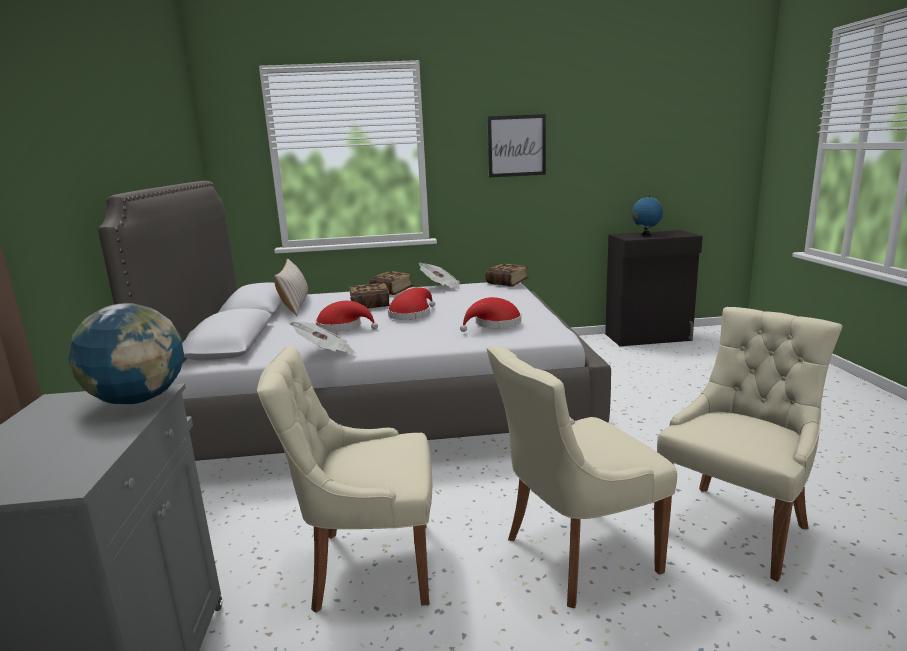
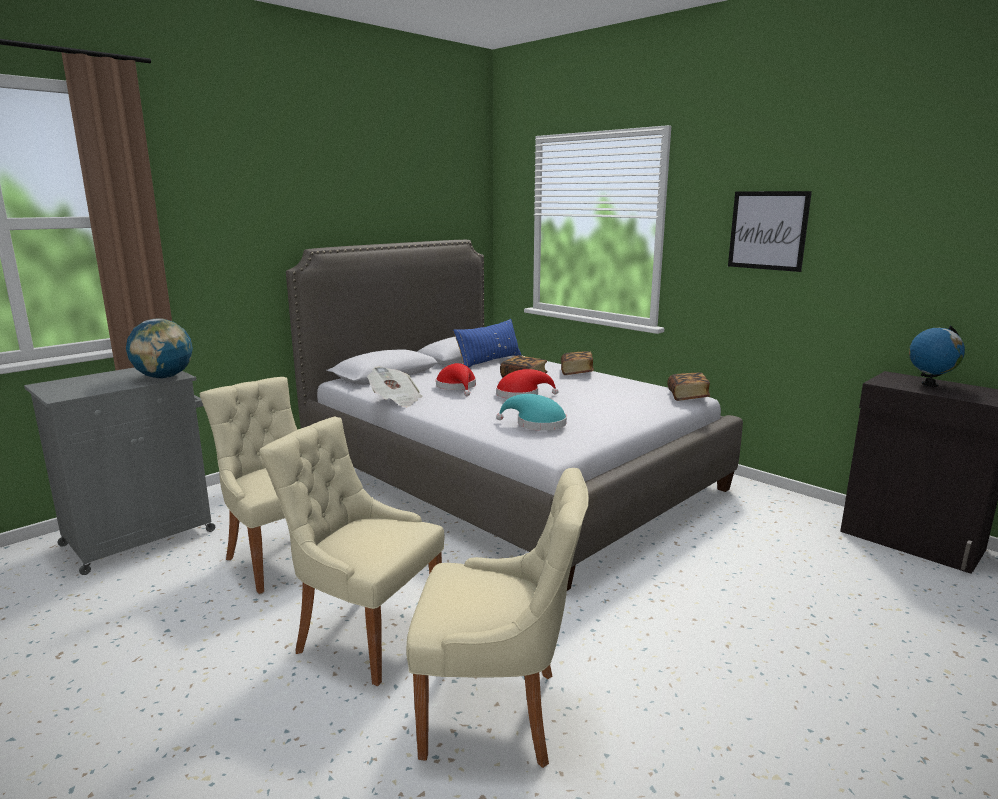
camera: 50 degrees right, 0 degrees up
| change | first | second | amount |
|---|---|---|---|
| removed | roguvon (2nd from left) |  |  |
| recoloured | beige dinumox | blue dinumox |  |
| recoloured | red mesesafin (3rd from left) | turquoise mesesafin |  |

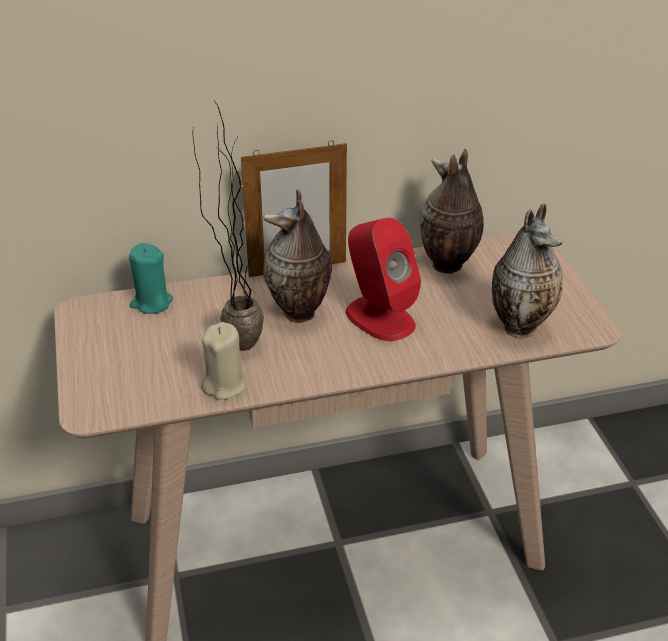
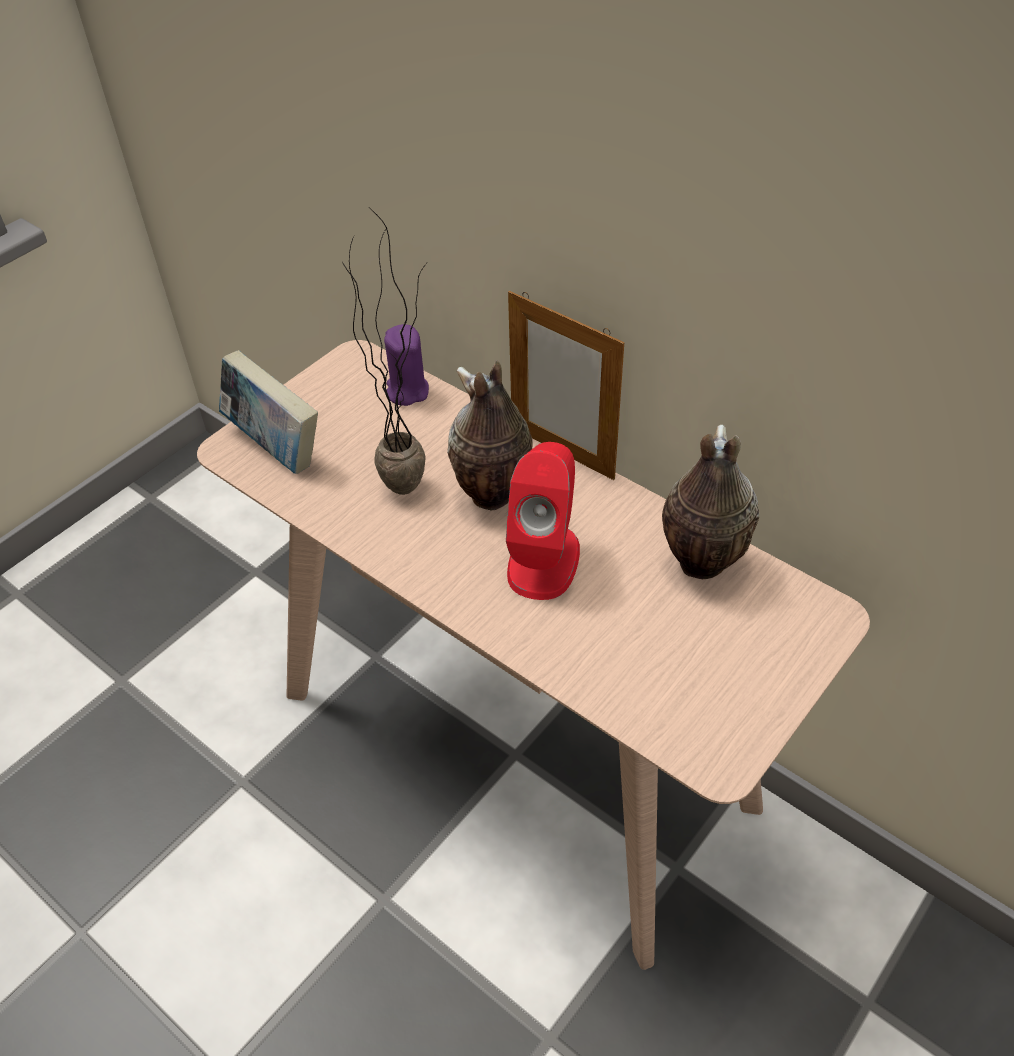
camera: 55 degrees right, 10 degrees up
| change | first | second | amount |
|---|---|---|---|
| removed | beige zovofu |  |  |
| removed | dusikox (3rd from left) |  |  |
| added |  | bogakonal |  |
| recoloured | turquoise zovofu | purple zovofu |  |

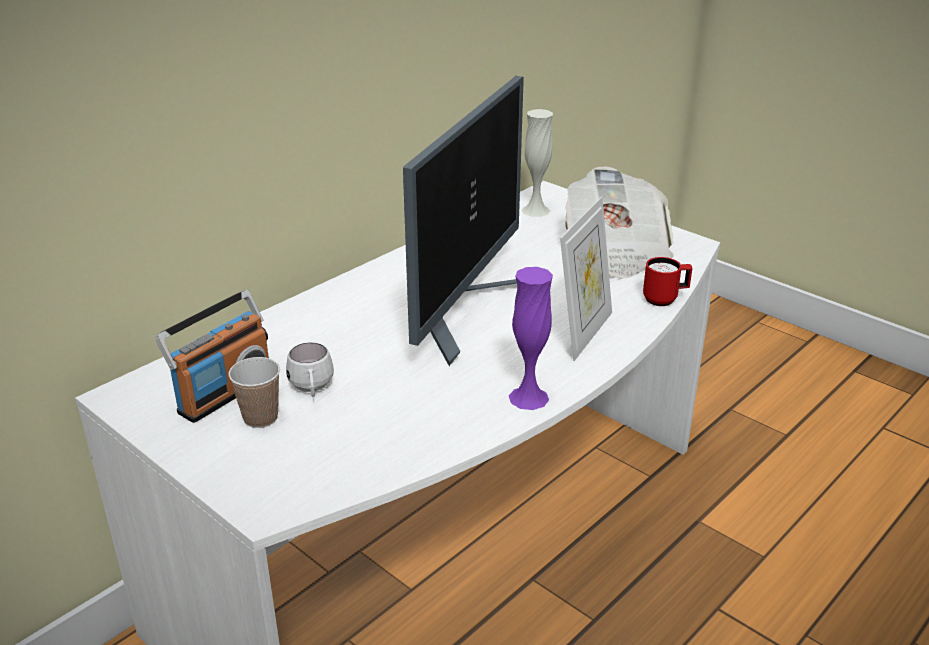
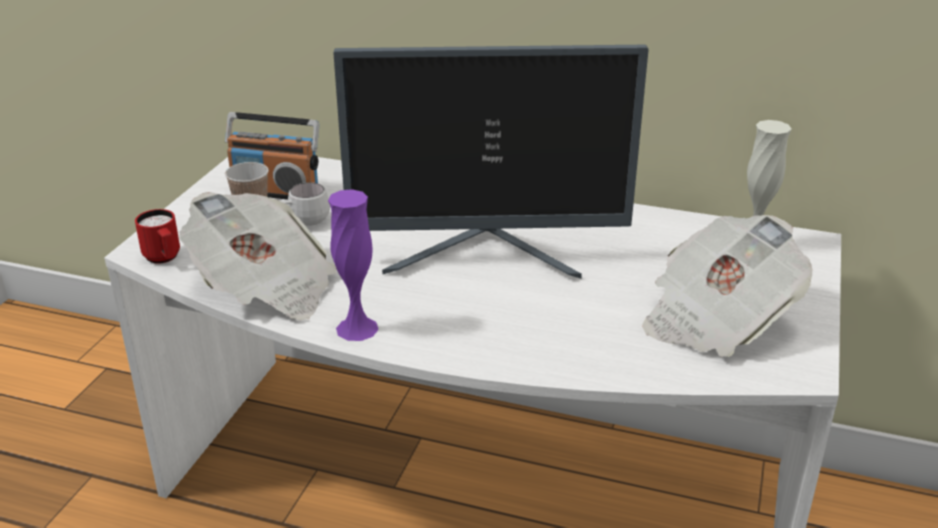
camera: 65 degrees right, 0 degrees up
| change | first | second | amount |
|---|---|---|---|
| removed | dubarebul |  |  |
| added |  | roguvon (1st from left) |  |
| moved | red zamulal |  |  |

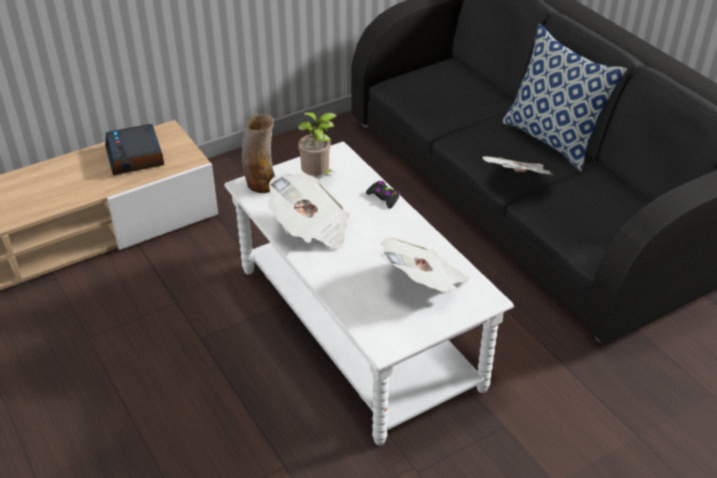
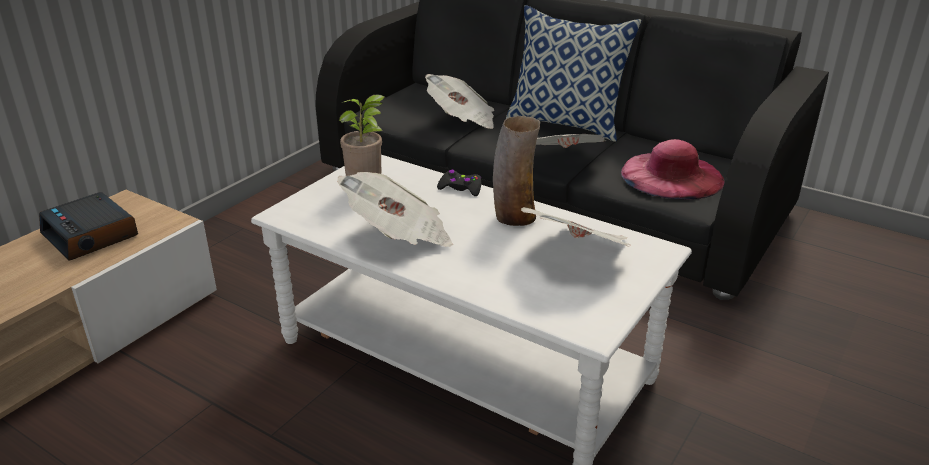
camera: 25 degrees left, 10 degrees down
| change | first | second | amount |
|---|---|---|---|
| added |  | roguvon (2nd from left) |  |
| added |  | pink mesesafin |  |
| moved | dusikox |  |  |

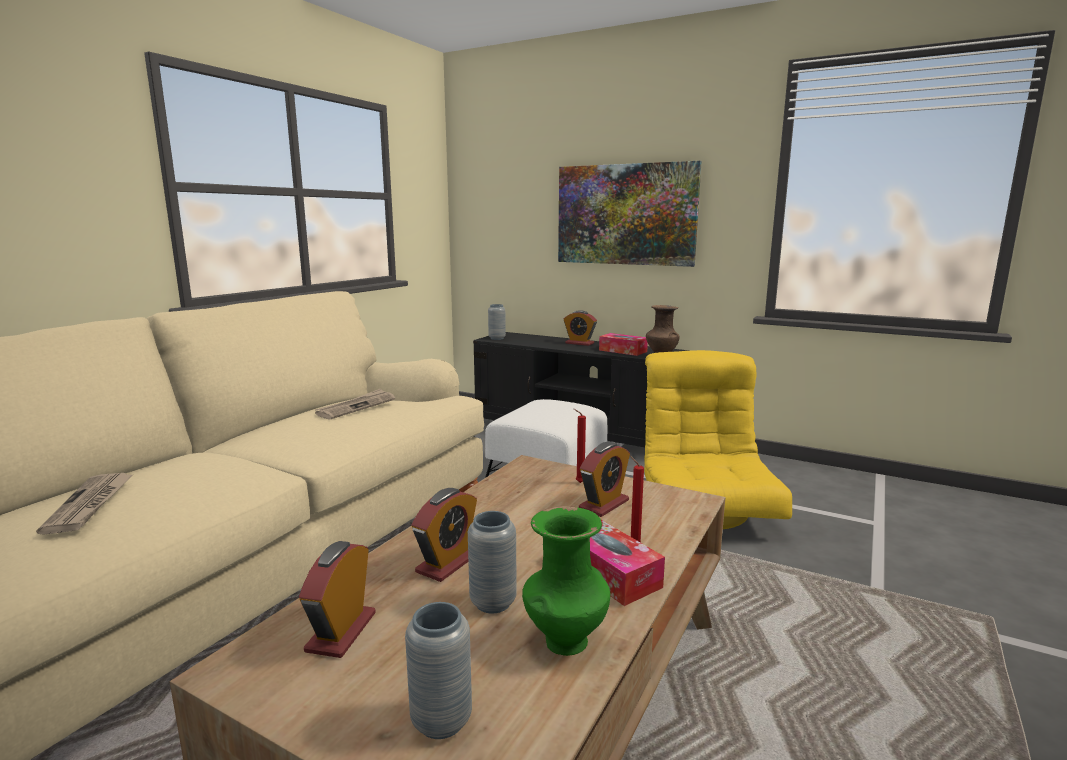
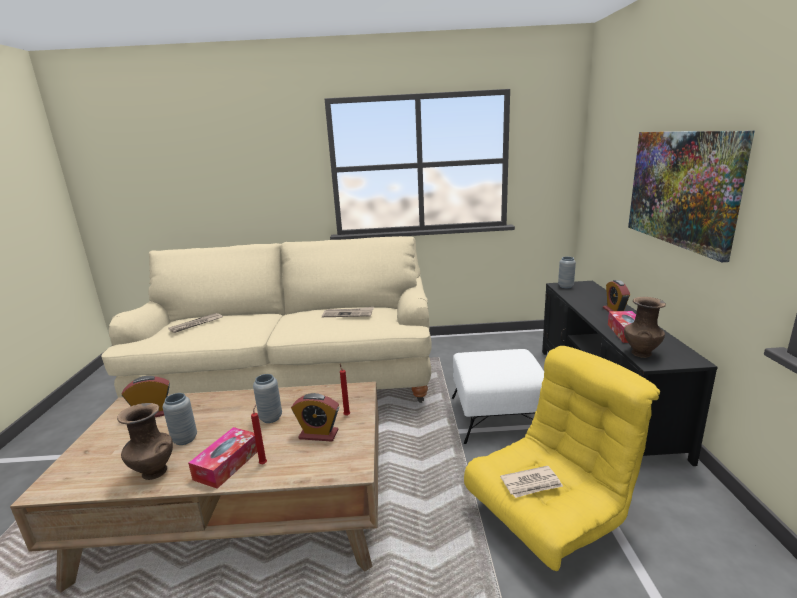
camera: 60 degrees right, 5 degrees up
| change | first | second | amount |
|---|---|---|---|
| removed | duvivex (2nd from left) |  |  |
| added |  | roguvon (3rd from left) |  |
| moved | grey dusikox (1st from left in the first image) | grey dusikox (2nd from left) |  |
| recoloured | green dusikox | brown dusikox (1st from left) |  |

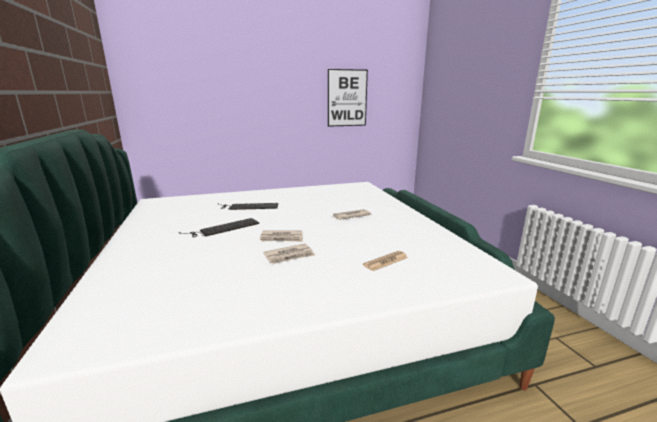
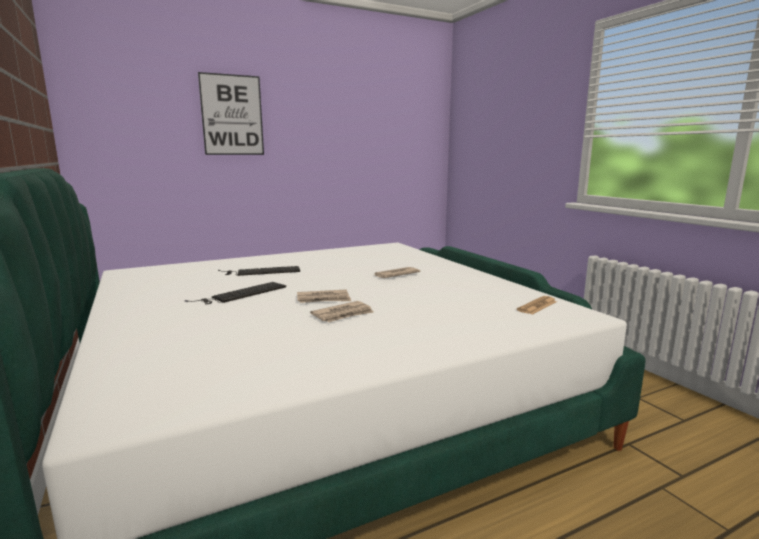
camera: 10 degrees left, 5 degrees down
| change | first | second | amount |
|---|---|---|---|
| moved | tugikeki |  |  |
| moved | roguvon (4th from left) |  |  |

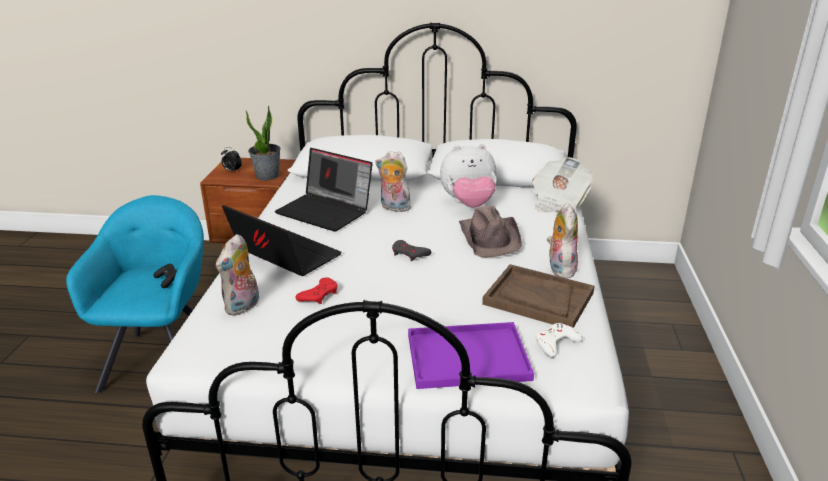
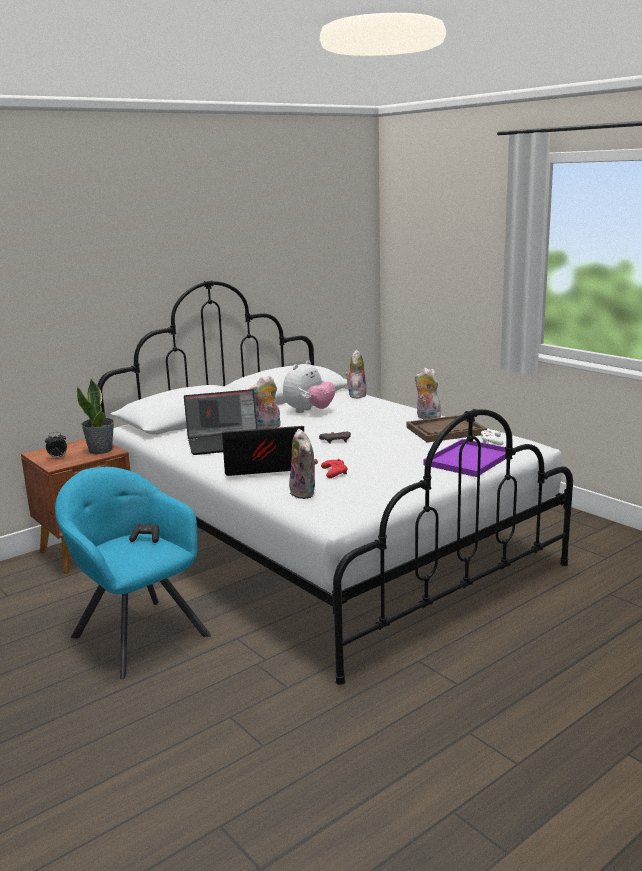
camera: 45 degrees left, 10 degrees down
| change | first | second | amount |
|---|---|---|---|
| removed | brown mesesafin |  |  |
| replaced | roguvon | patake (4th from left) |  |

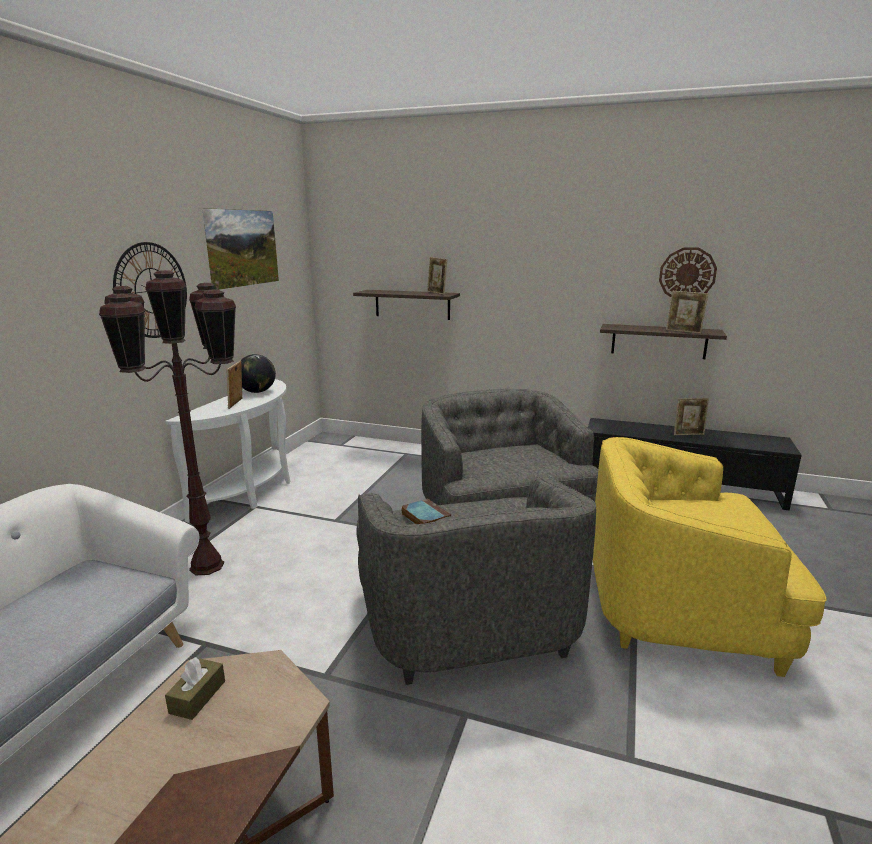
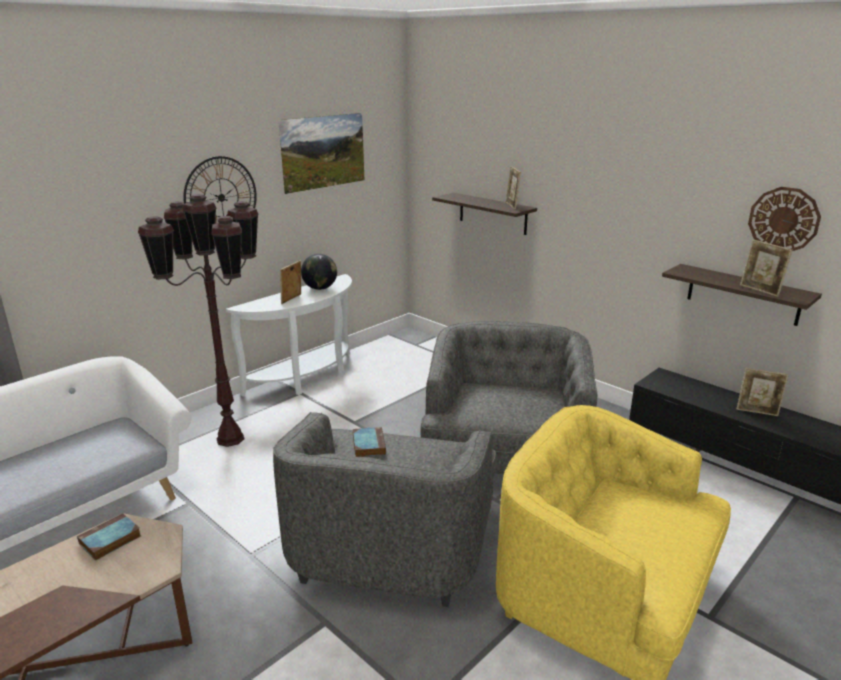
camera: 25 degrees right, 5 degrees up
| change | first | second | amount |
|---|---|---|---|
| replaced | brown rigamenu | bogakonal (1st from left) |  |

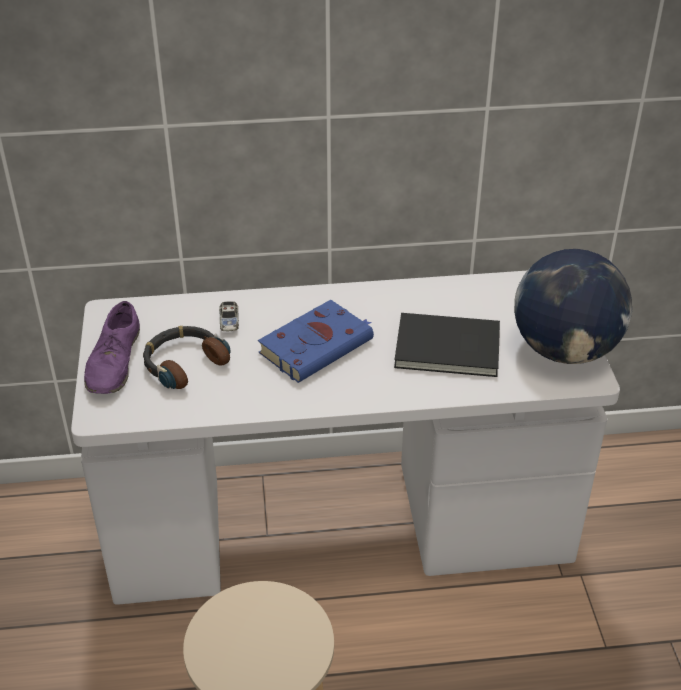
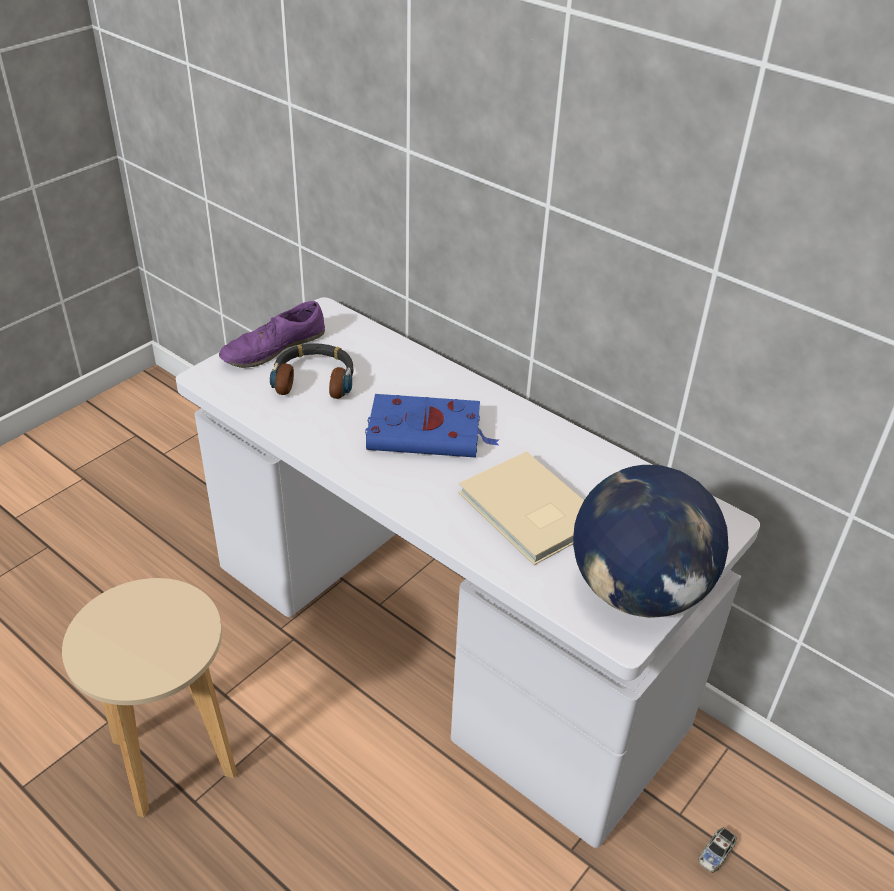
camera: 45 degrees right, 0 degrees up
| change | first | second | amount |
|---|---|---|---|
| moved | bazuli |  |  |
| recoloured | black bogakonal | beige bogakonal |  |

